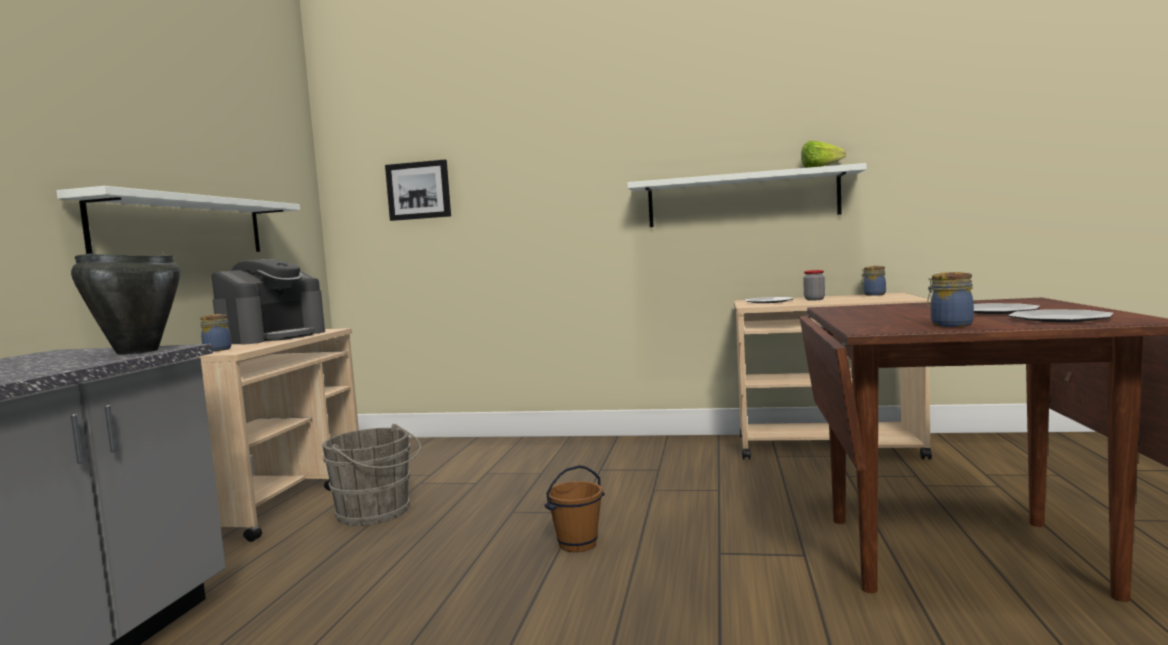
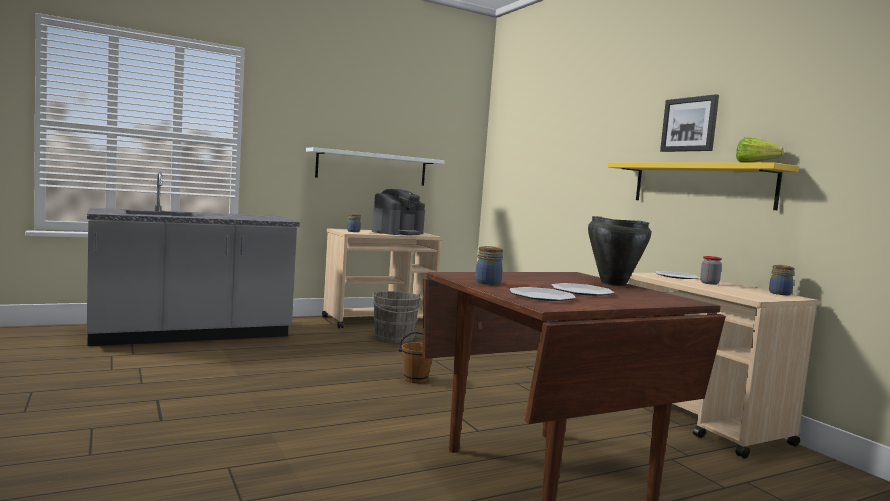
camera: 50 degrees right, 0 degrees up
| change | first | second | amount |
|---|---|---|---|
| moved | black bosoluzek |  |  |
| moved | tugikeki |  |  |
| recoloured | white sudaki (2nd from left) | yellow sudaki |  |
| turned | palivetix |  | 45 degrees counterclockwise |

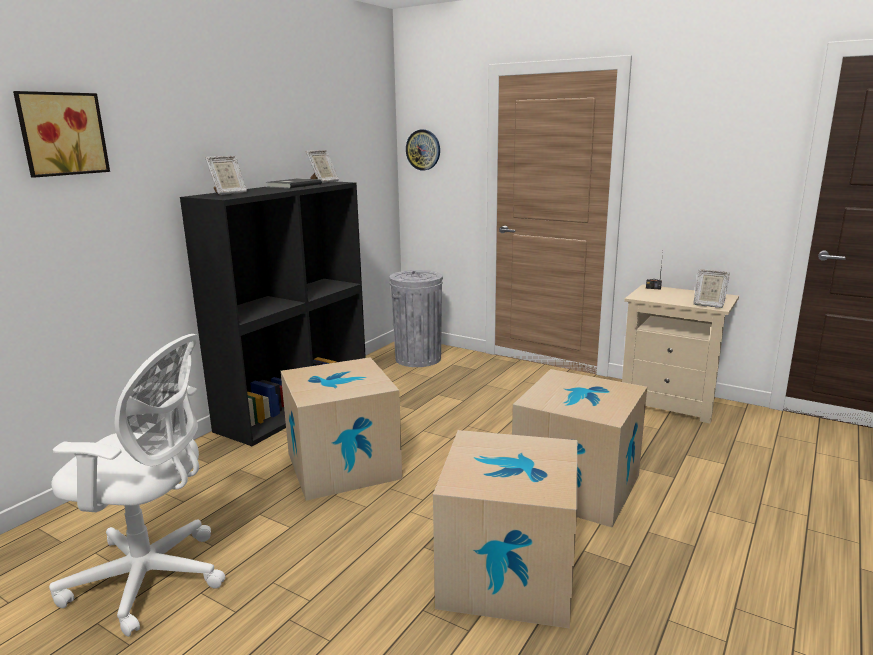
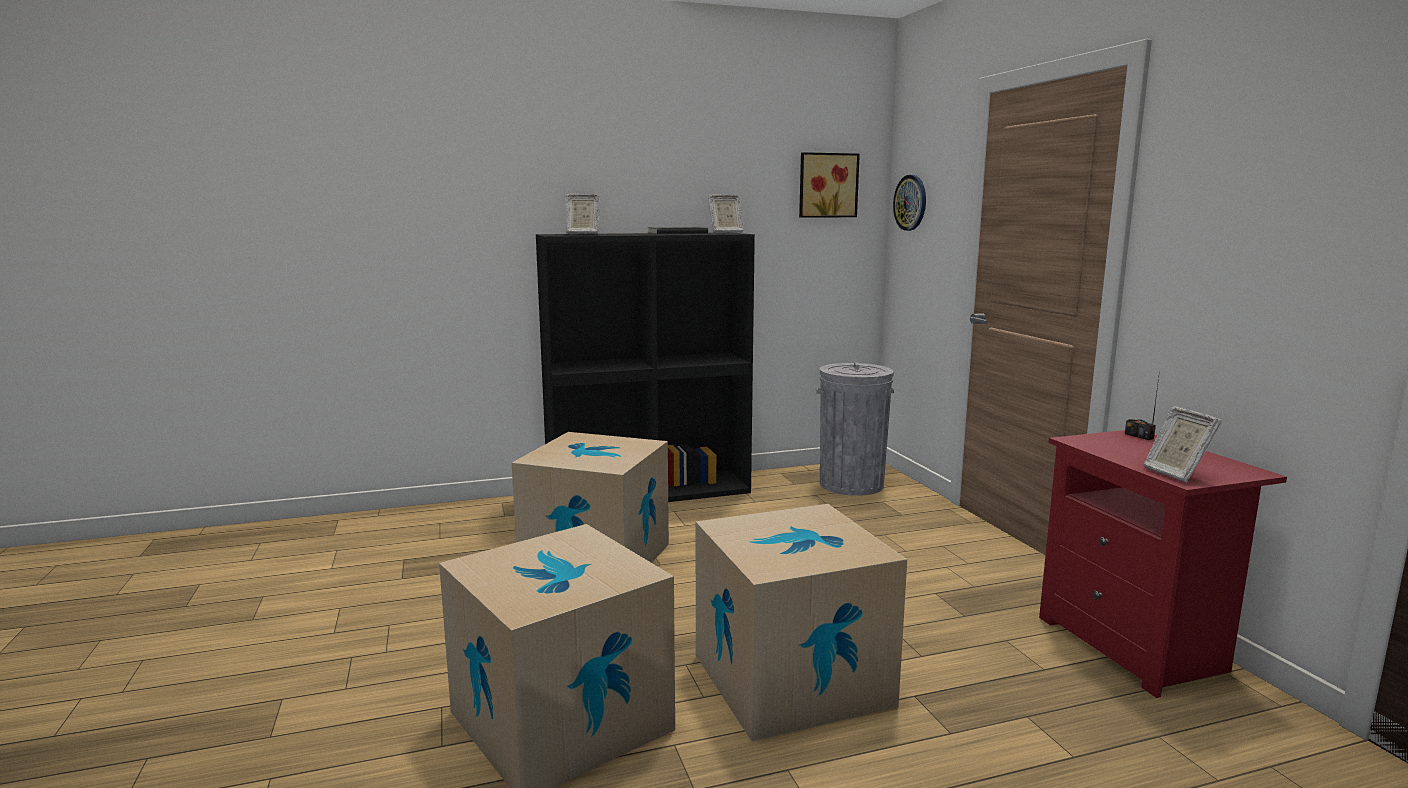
camera: 40 degrees right, 5 degrees down
| change | first | second | amount |
|---|---|---|---|
| removed | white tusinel |  |  |
| moved | tugikeki |  |  |
| recoloured | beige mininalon | red mininalon |  |

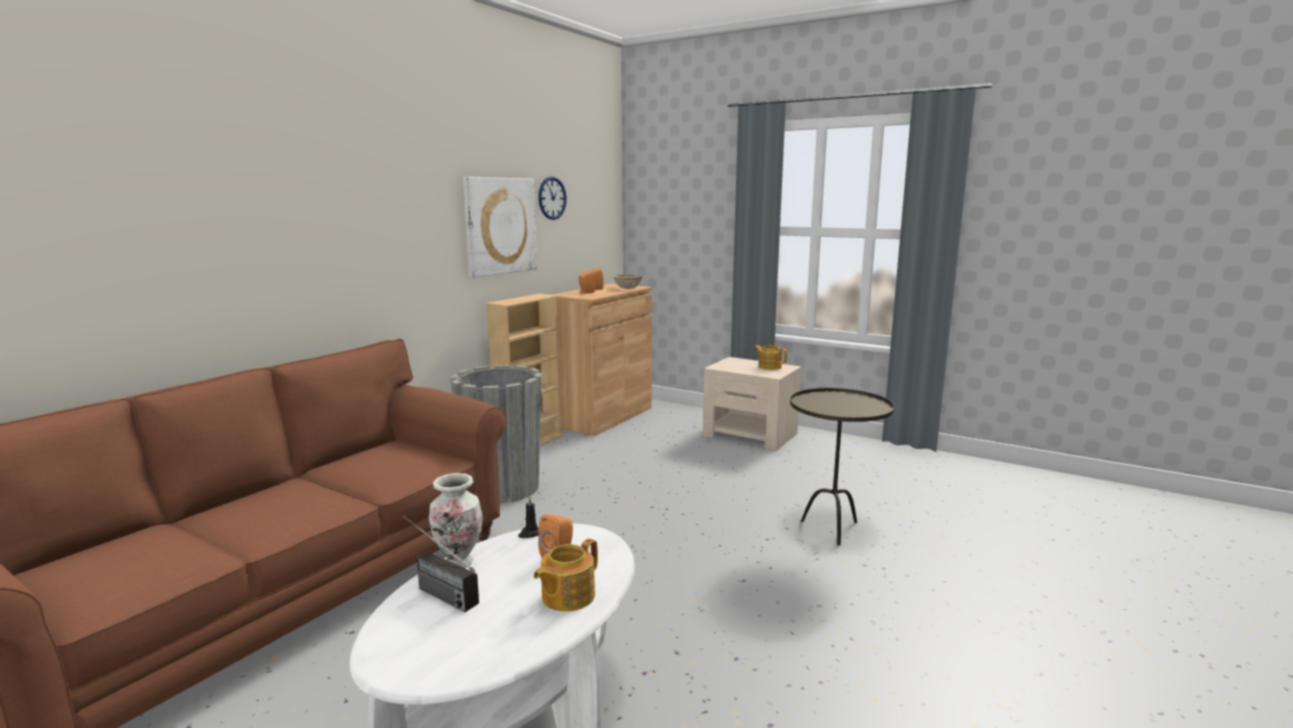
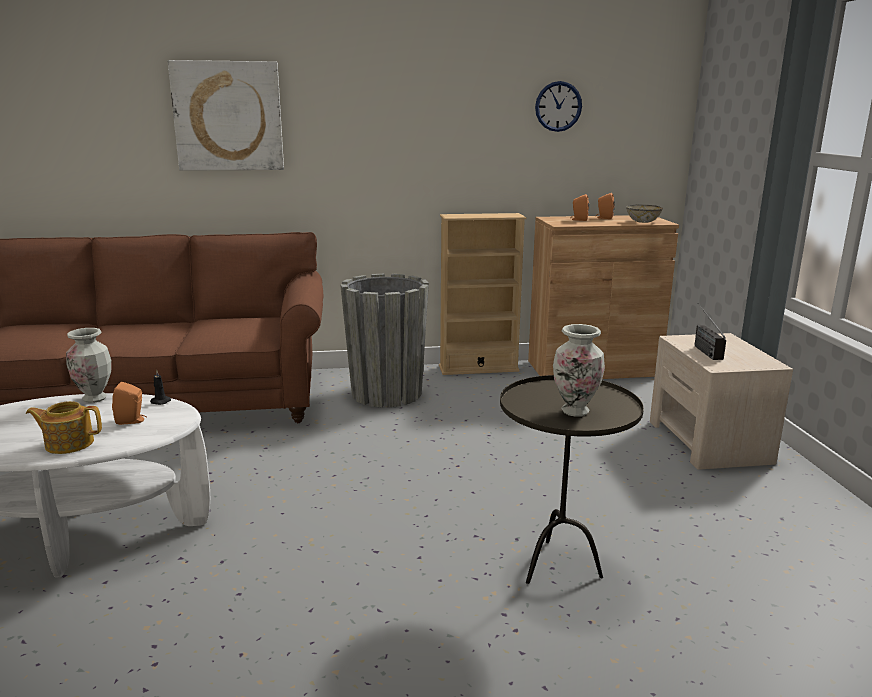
camera: 50 degrees right, 5 degrees up
| change | first | second | amount |
|---|---|---|---|
| removed | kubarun (2nd from left) |  |  |
| added |  | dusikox (2nd from left) |  |
| moved | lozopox |  |  |
| moved | tugikeki |  |  |

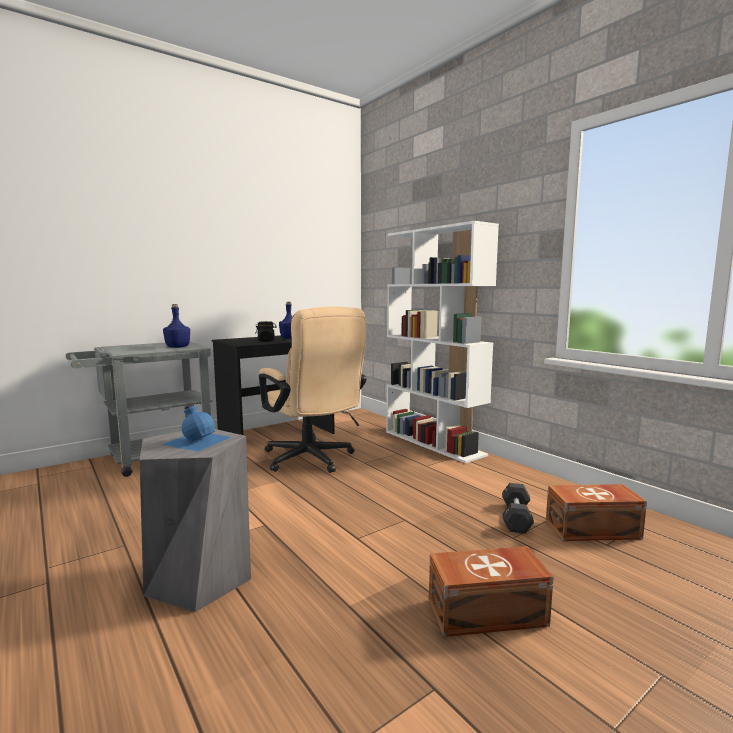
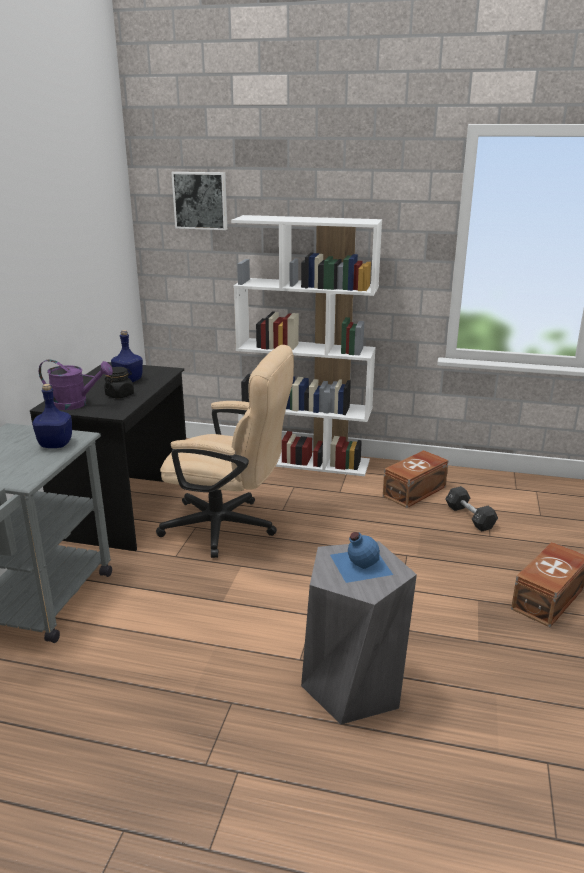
camera: 40 degrees left, 15 degrees up
| change | first | second | amount |
|---|---|---|---|
| added |  | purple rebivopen |  |
| added |  | tugikeki |  |
| moved | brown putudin (2nd from left in the first image) | brown putudin (1st from left) |  |

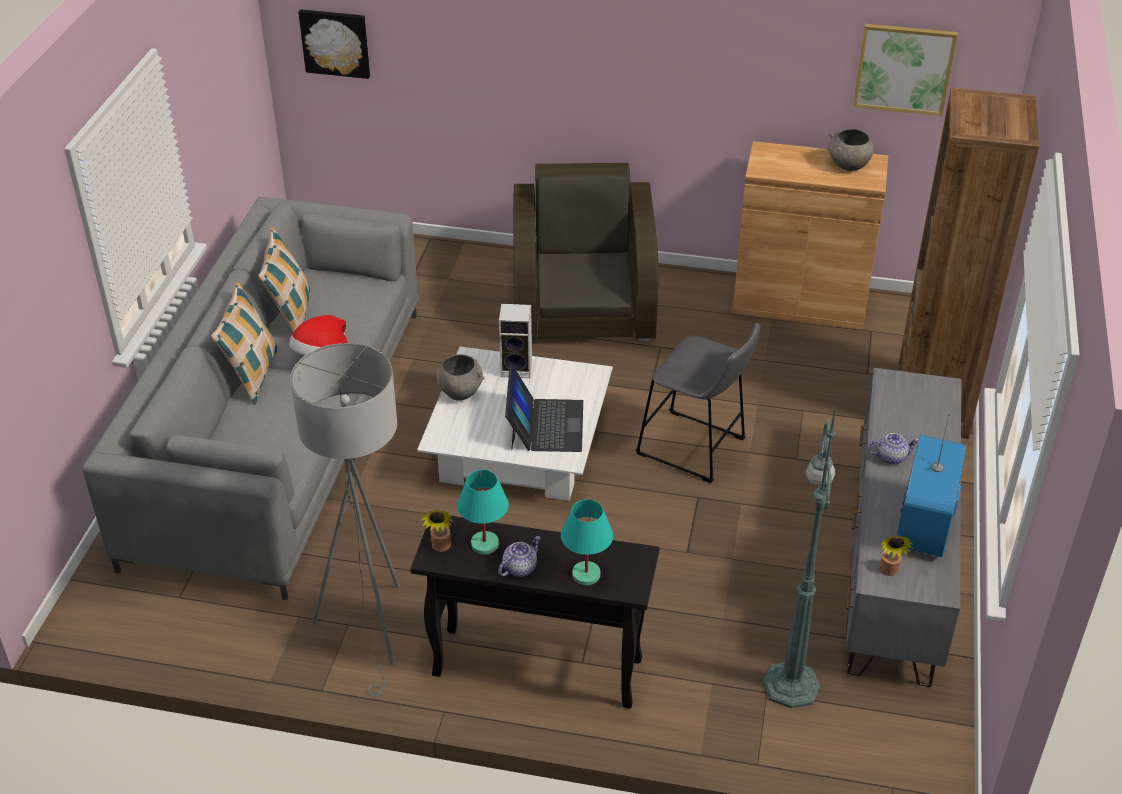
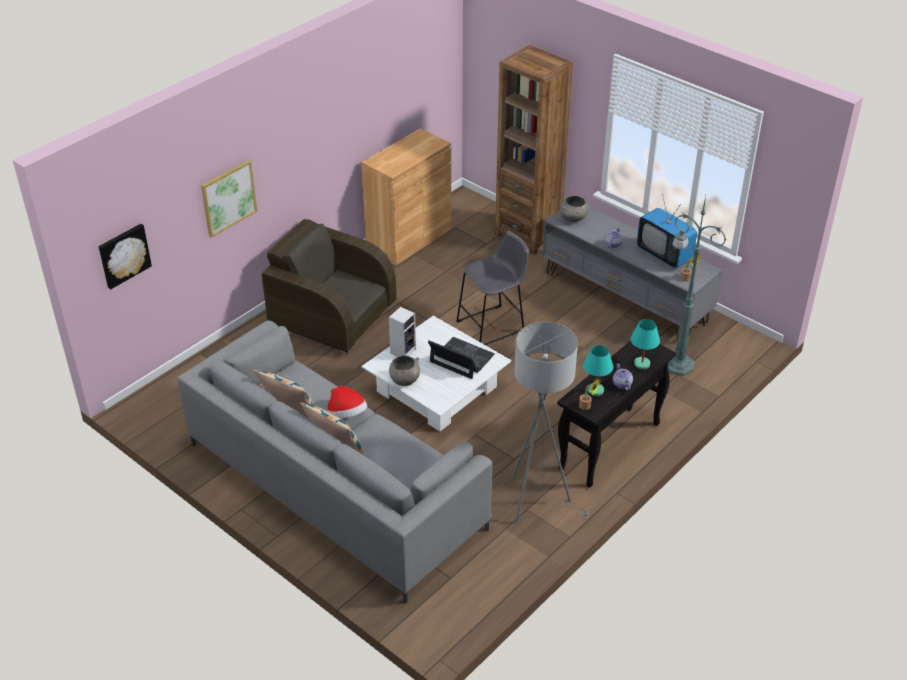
camera: 60 degrees left, 0 degrees up
| change | first | second | amount |
|---|---|---|---|
| moved | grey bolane (2nd from left) |  |  |
| moved | tugikeki (2nd from left) |  |  |

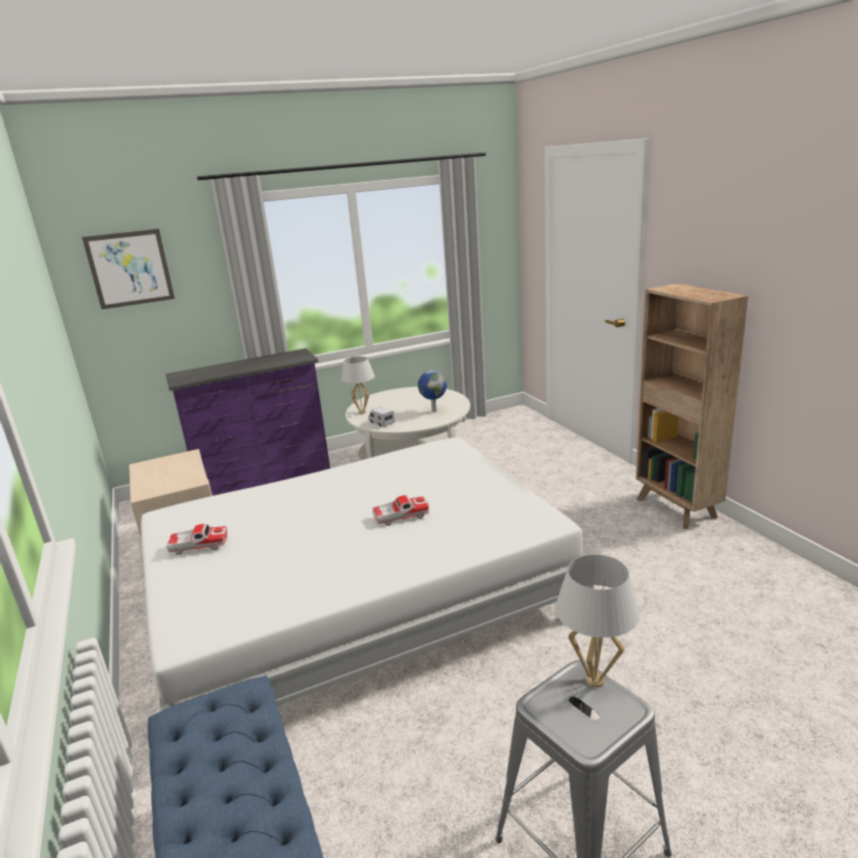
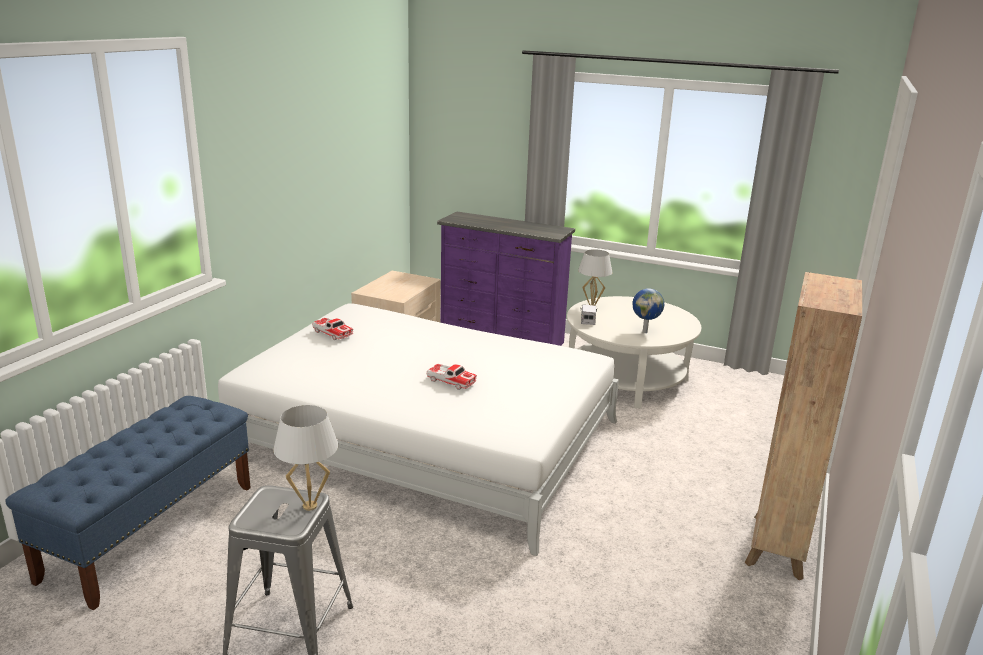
camera: 45 degrees right, 0 degrees up
| change | first | second | amount |
|---|---|---|---|
| removed | tugikeki |  |  |

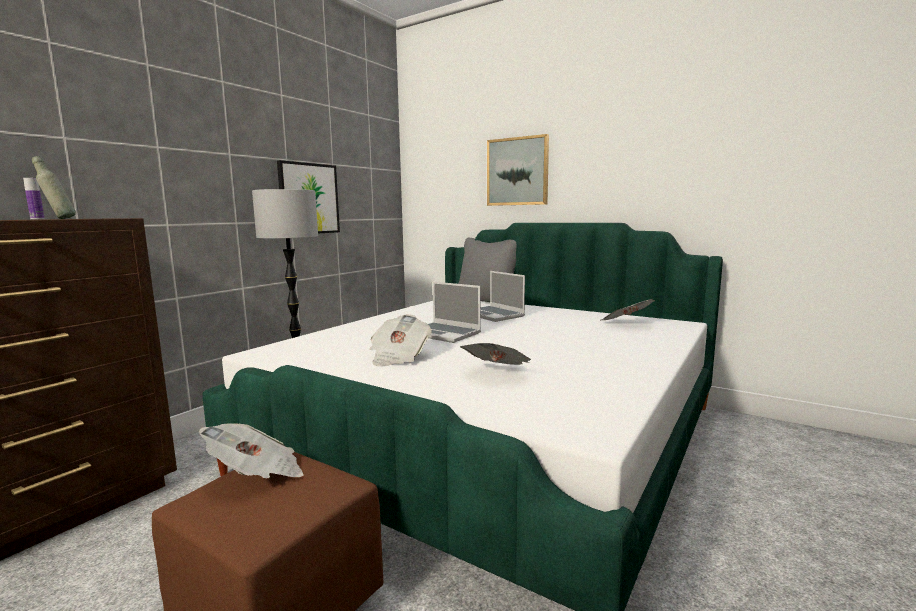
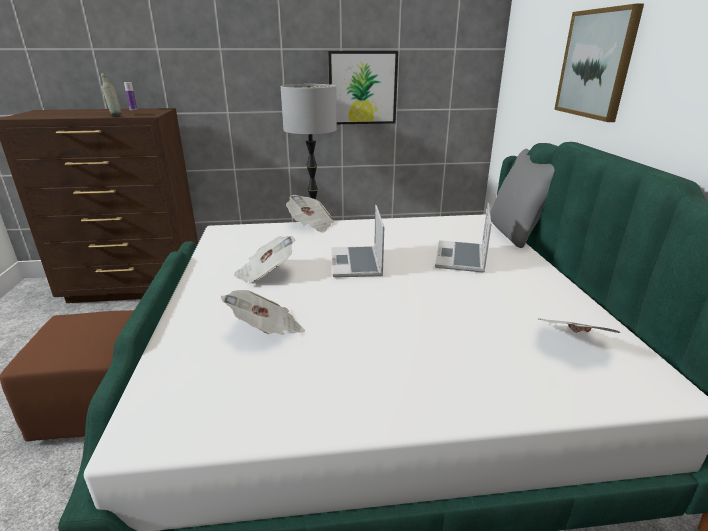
camera: 50 degrees right, 15 degrees up
| change | first | second | amount |
|---|---|---|---|
| moved | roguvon (1st from left in the first image) | roguvon (3rd from left) |  |

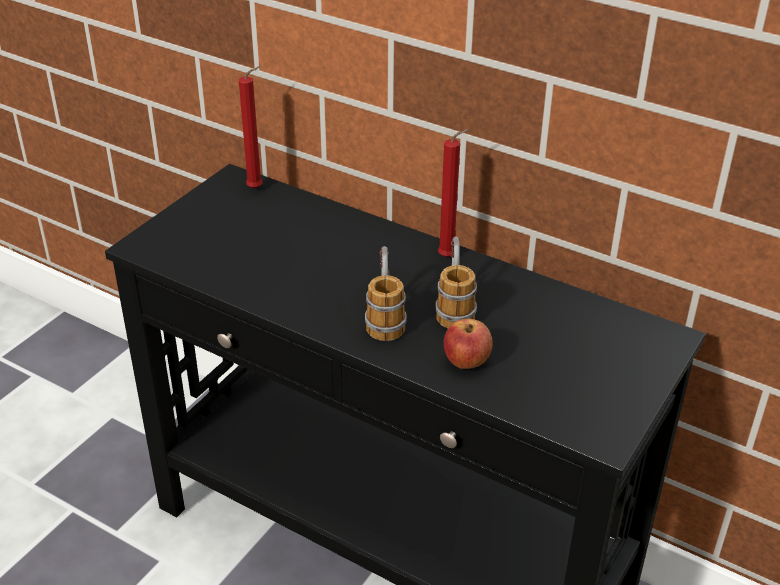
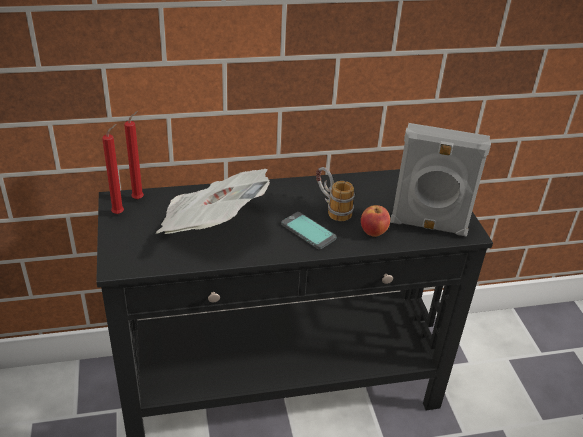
camera: 45 degrees left, 0 degrees up
| change | first | second | amount |
|---|---|---|---|
| added |  | roguvon |  |
| added |  | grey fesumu |  |
| moved | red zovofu (2nd from left in the first image) | red zovofu (1st from left) |  |
| replaced | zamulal (1st from left) | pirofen |  |

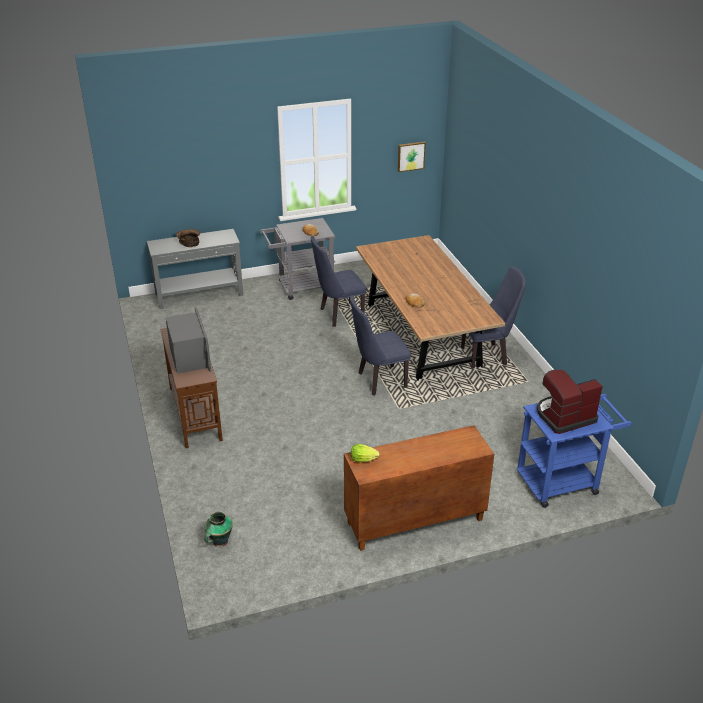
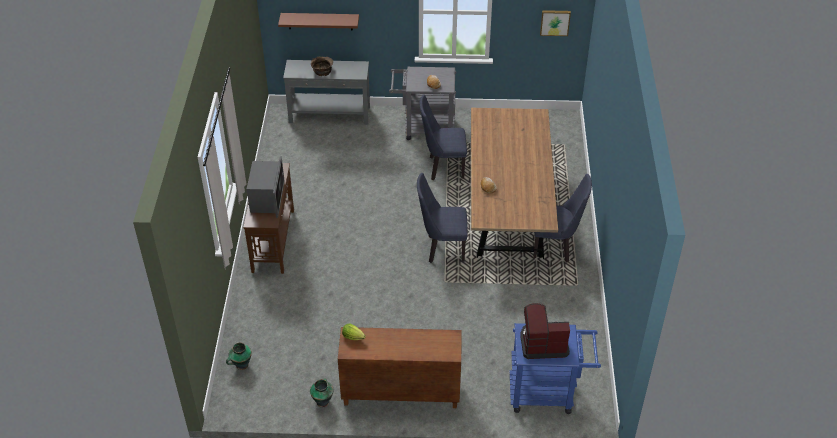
camera: 20 degrees right, 10 degrees up
| change | first | second | amount |
|---|---|---|---|
| added |  | brown sudaki |  |
| added |  | dusikox (2nd from left) |  |

